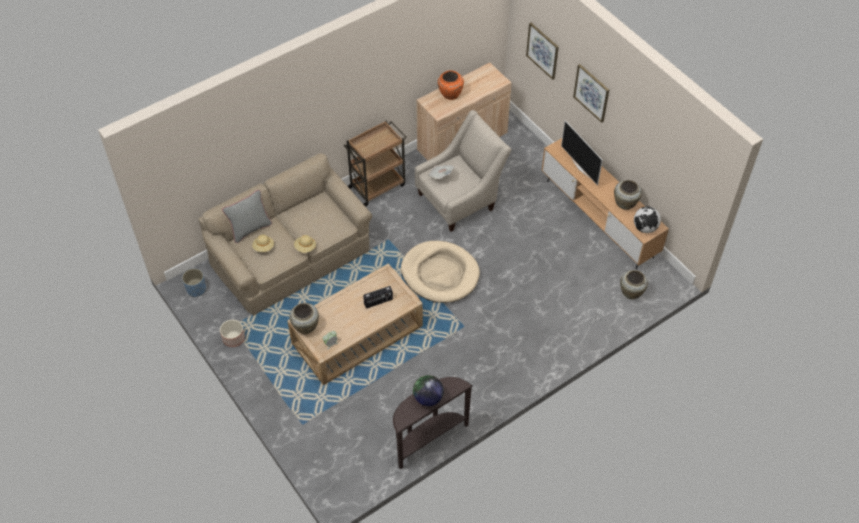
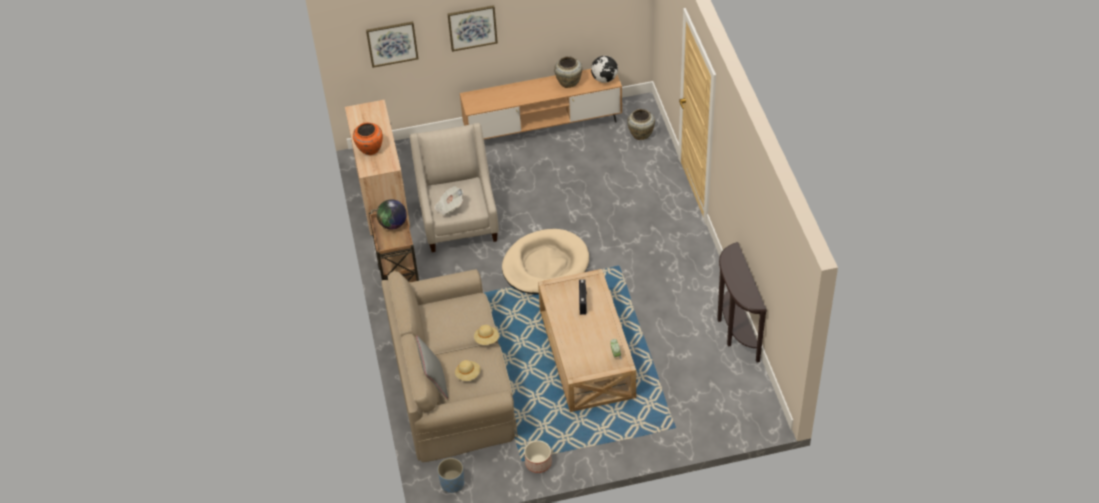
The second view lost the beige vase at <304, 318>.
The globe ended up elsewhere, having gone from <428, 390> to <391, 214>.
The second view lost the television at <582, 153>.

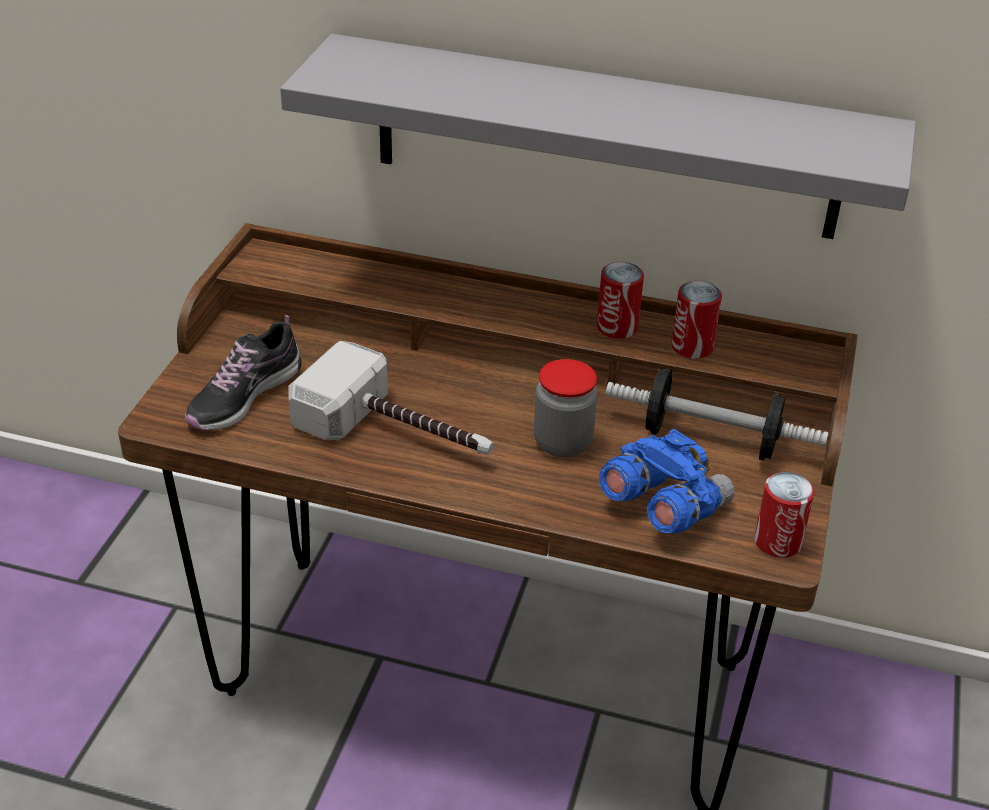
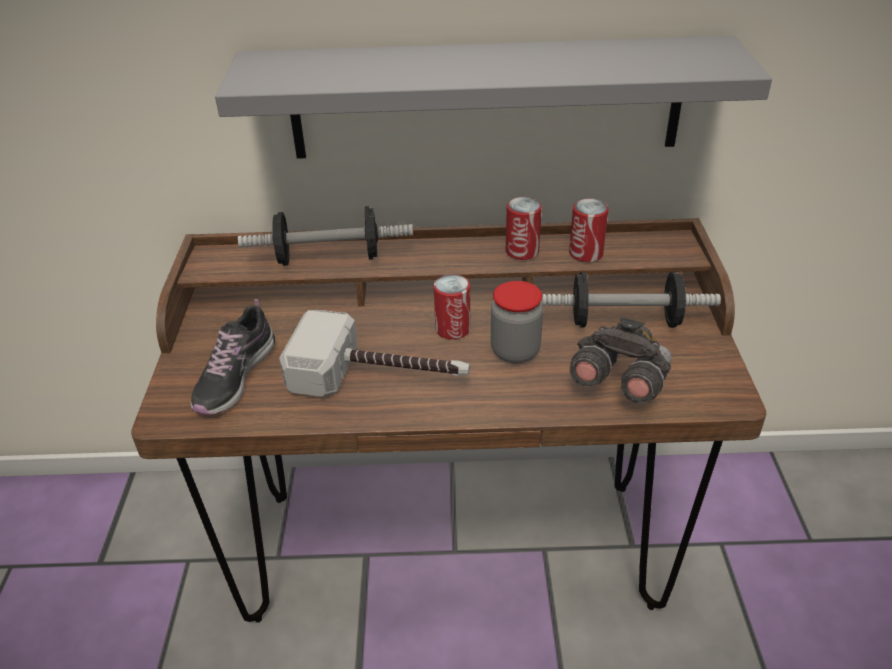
What was the blue binoculars at <667, 481> turned into the grey binoculars at <621, 360>.
The can ended up elsewhere, having gone from <784, 515> to <452, 307>.
The second view gained the dumbbell at <325, 236>.

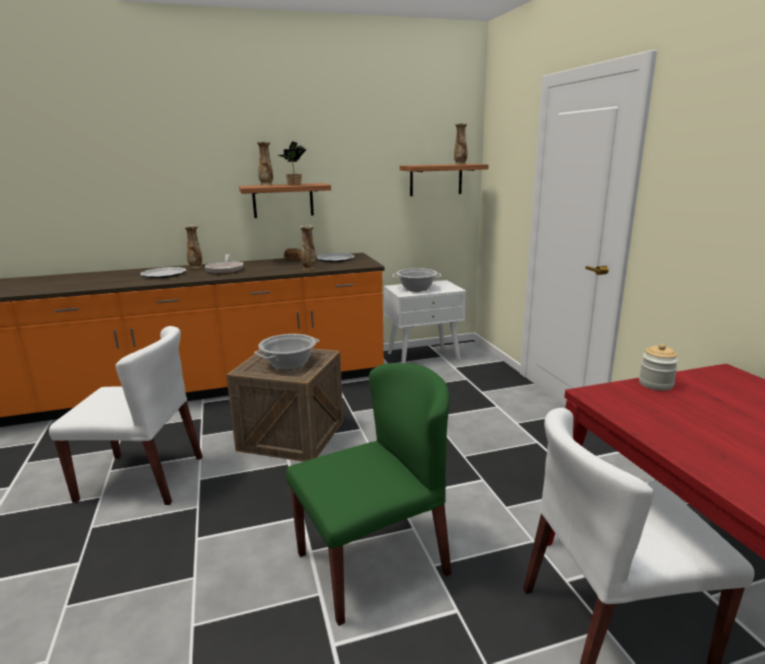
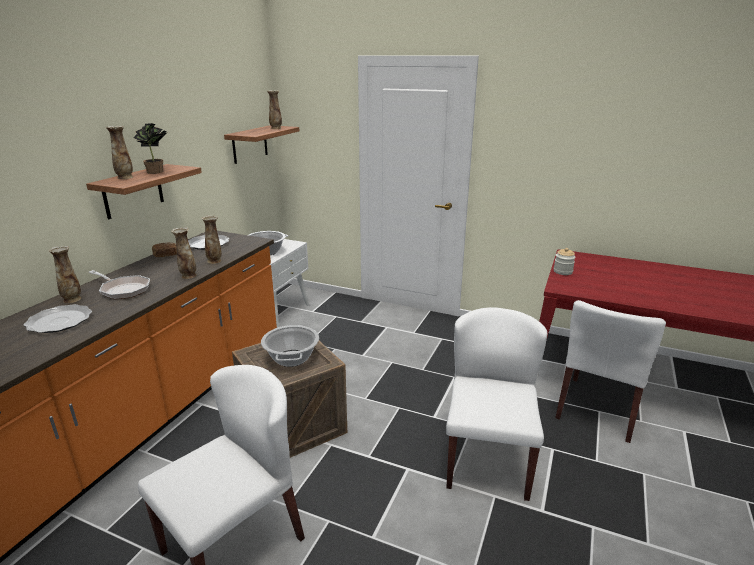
What was the green chair at <369, 494> turned into the white chair at <496, 404>.
The second view gained the vase at <184, 253>.

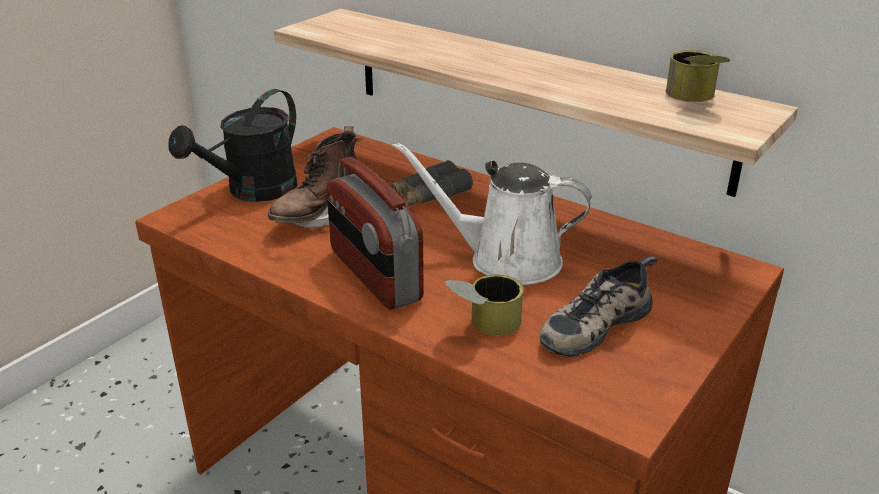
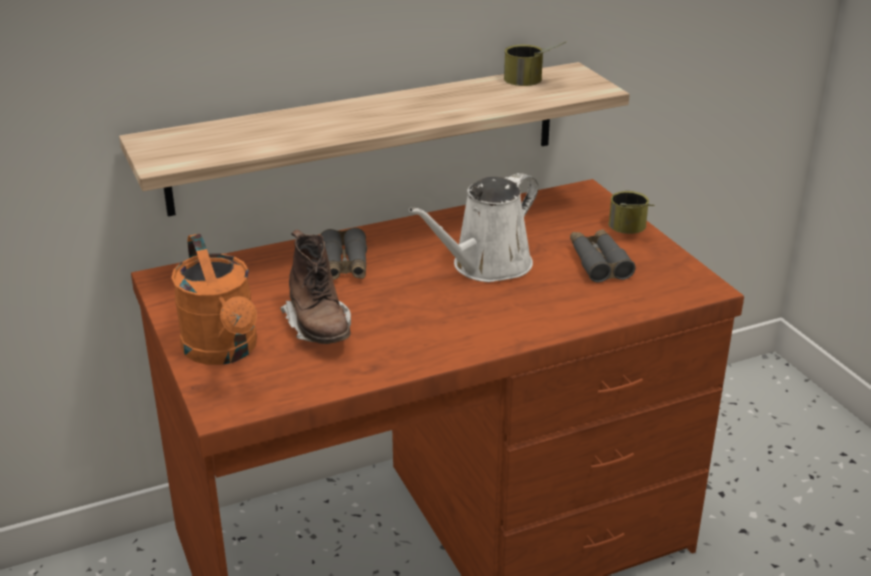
What was the black watering can at <232, 145> turned into the orange watering can at <214, 299>.
The second view lost the radio at <375, 233>.
The can ended up elsewhere, having gone from <484, 305> to <631, 212>.
Where the shoe stood at <598, 306>, the grey binoculars came to stand at <603, 256>.

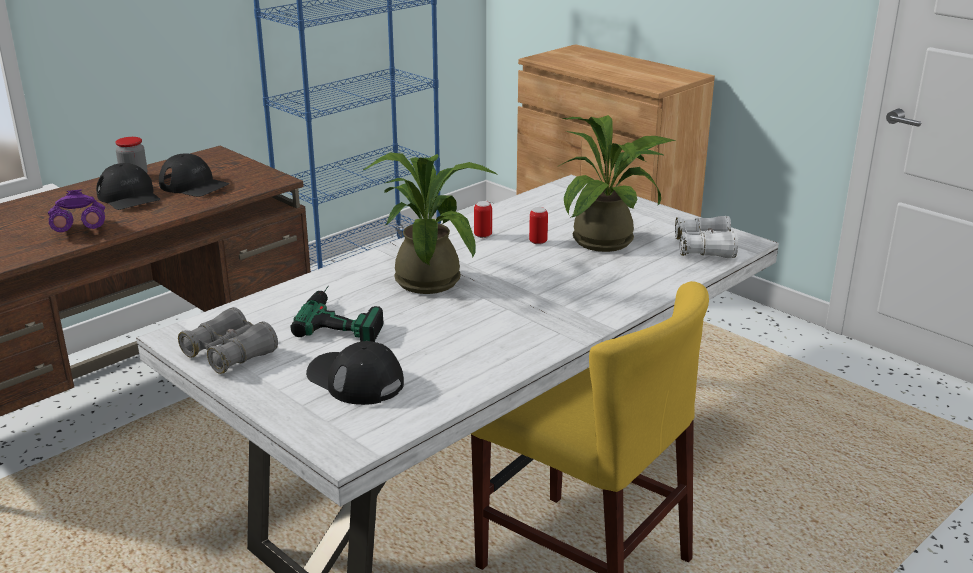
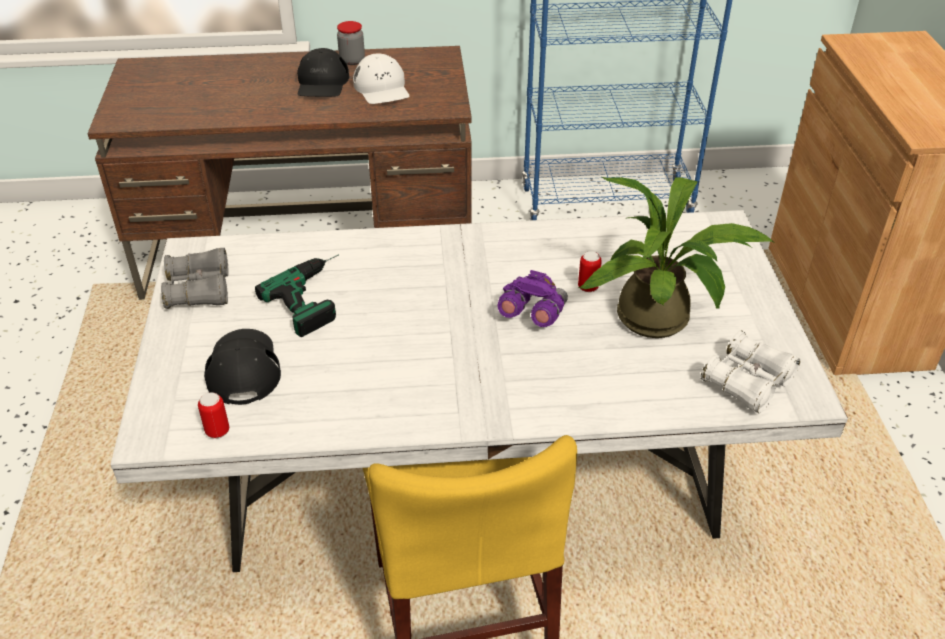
The purple binoculars ended up elsewhere, having gone from <76, 210> to <533, 298>.
What was the black cap at <194, 175> turned into the white cap at <381, 79>.
The second view lost the potted plant at <430, 223>.
The can ended up elsewhere, having gone from <483, 219> to <213, 415>.

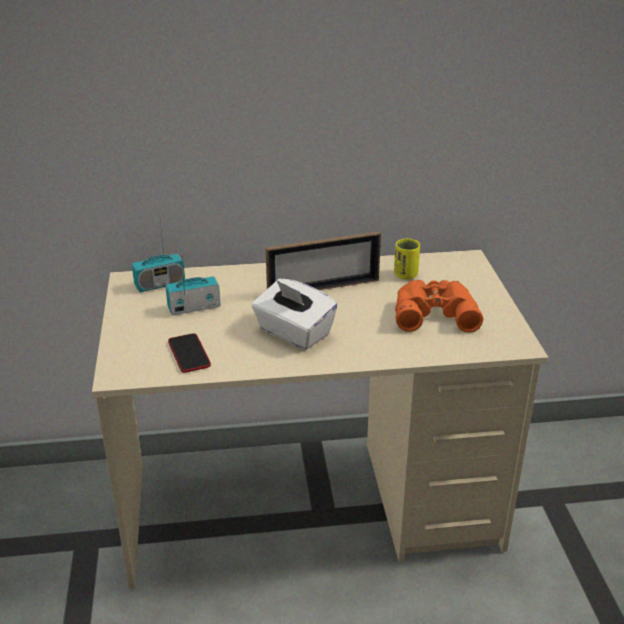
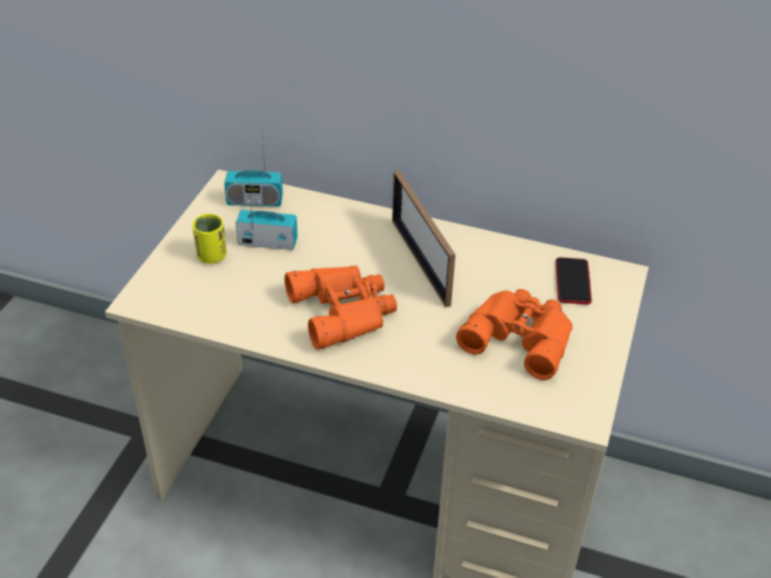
The phone ended up elsewhere, having gone from <189, 353> to <574, 280>.
Where the white tissue box stood at <294, 314>, the orange binoculars came to stand at <340, 308>.
The picture frame at <323, 260> ended up facing another way, 60 degrees clockwise from before.
The yellow cup ended up elsewhere, having gone from <407, 259> to <209, 239>.

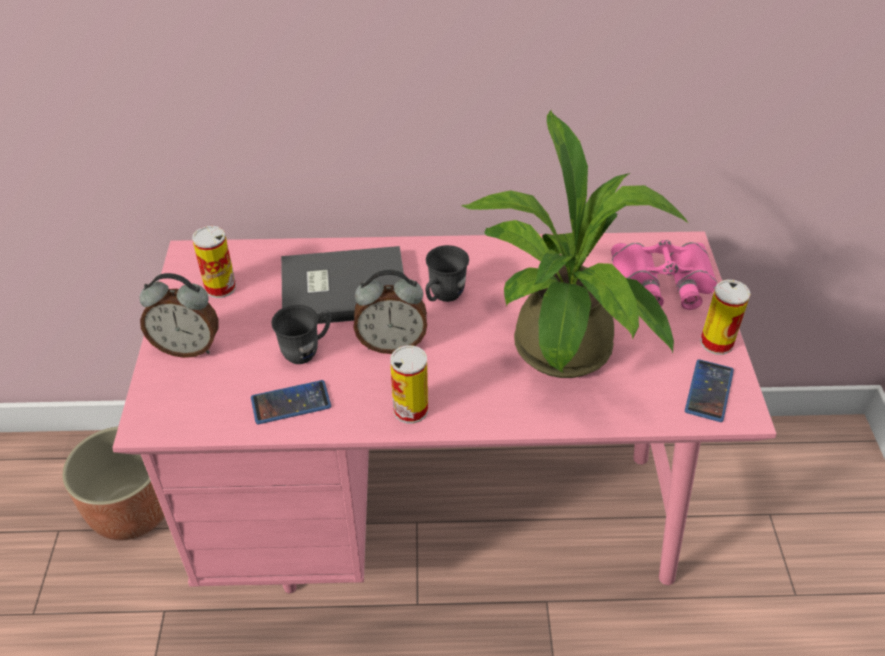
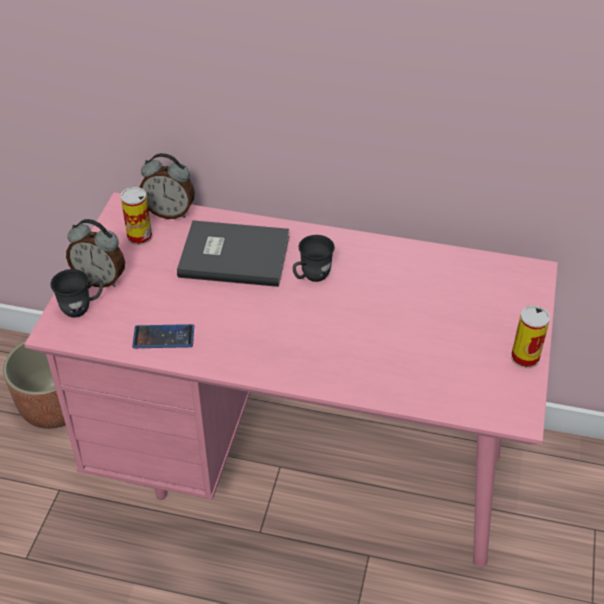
The grey mug ended up elsewhere, having gone from <301, 334> to <76, 293>.
The alarm clock ended up elsewhere, having gone from <390, 312> to <167, 186>.
The second view lost the can at <409, 384>.
The second view lost the potted plant at <574, 244>.
The second view lost the pink binoculars at <664, 275>.
The second view lost the phone at <709, 390>.

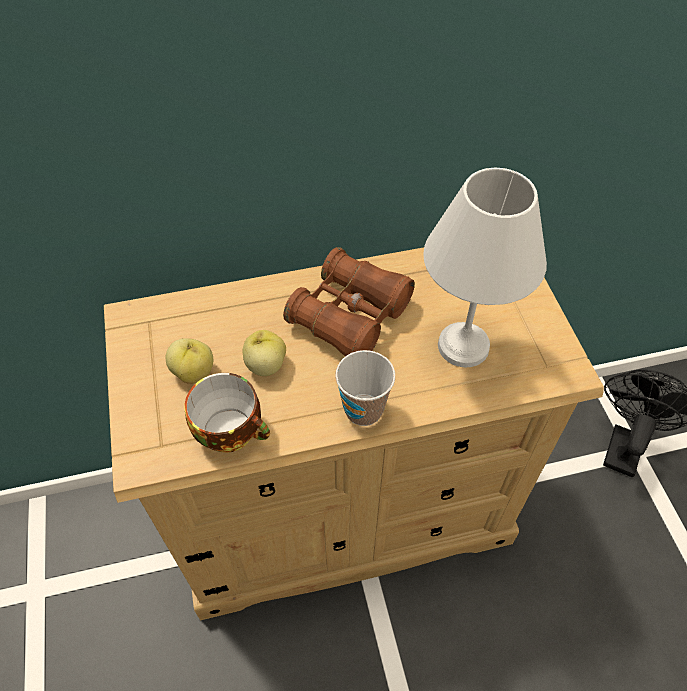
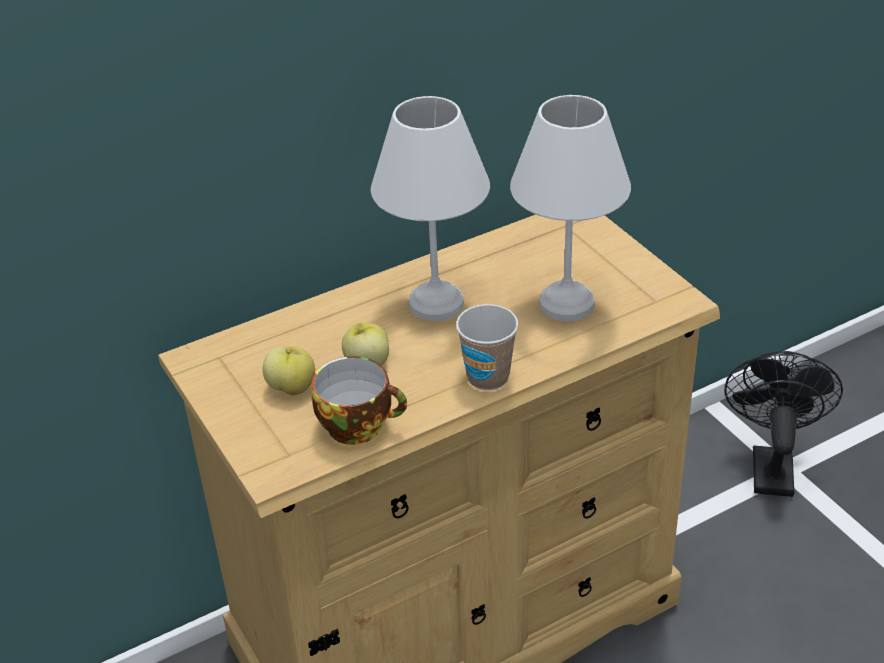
Where the brown binoculars stood at <349, 301>, the white table lamp came to stand at <430, 208>.

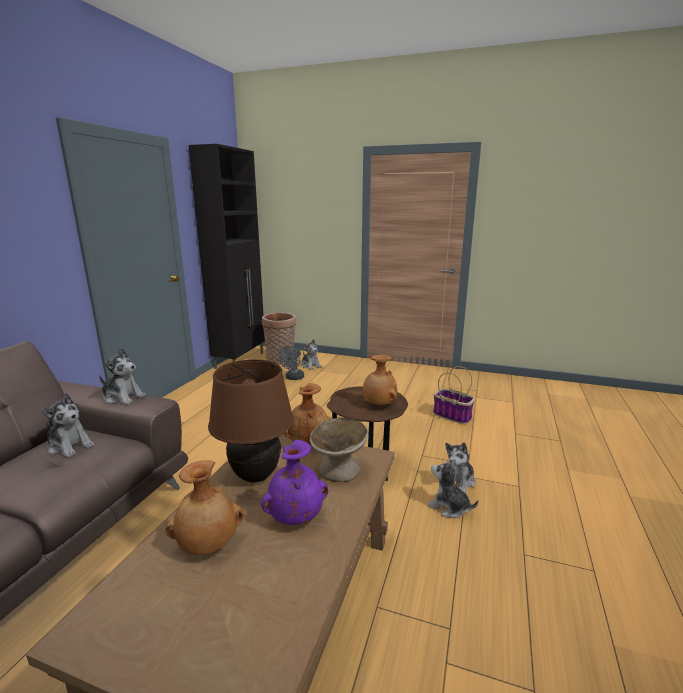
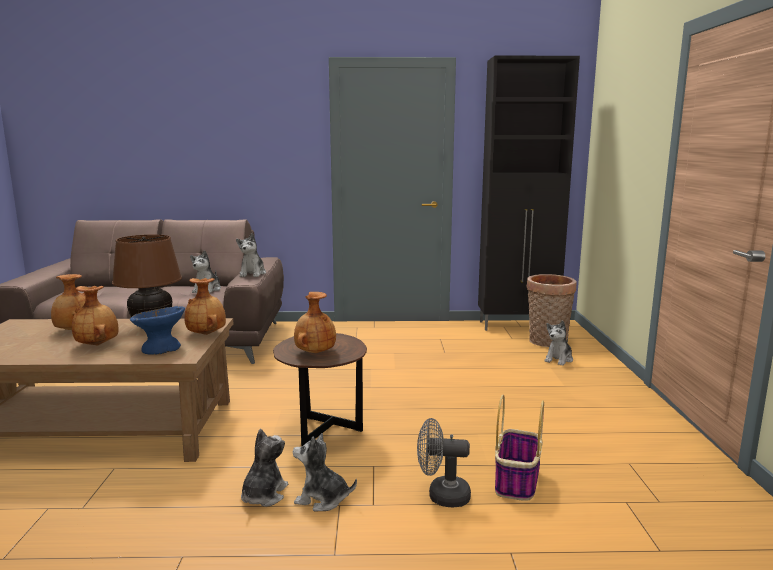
What was the purple vase at <294, 482> turned into the brown vase at <95, 316>.
The grey fan ended up elsewhere, having gone from <291, 363> to <444, 462>.
What was the beige bowl at <339, 449> turned into the blue bowl at <157, 330>.

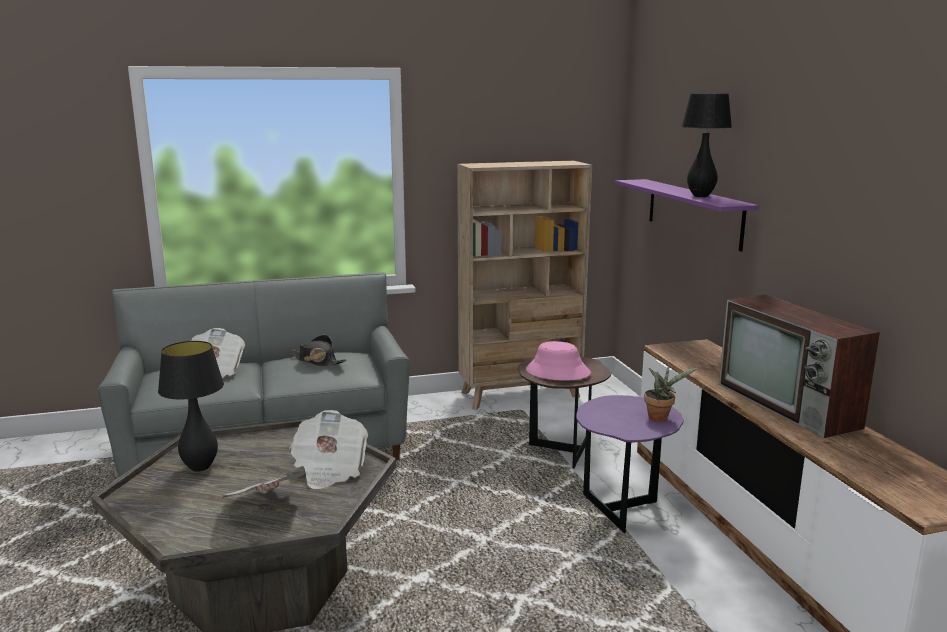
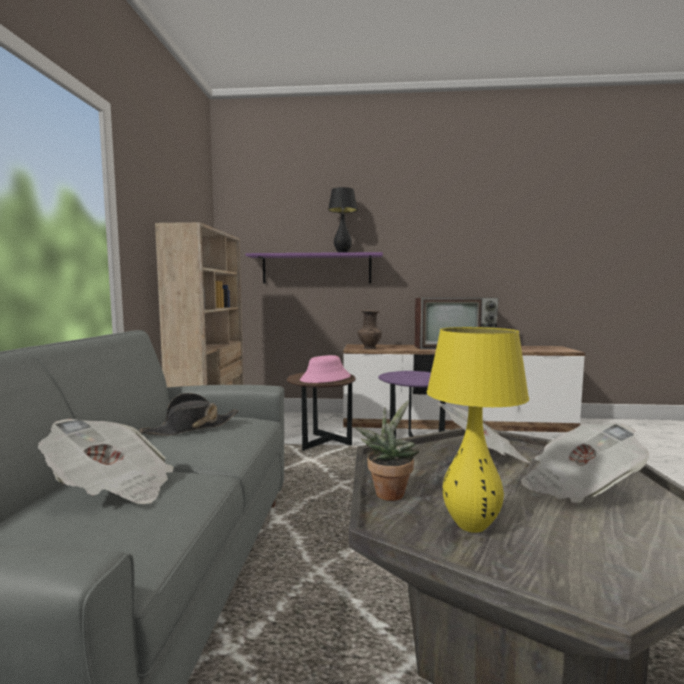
What was the black table lamp at <191, 406> turned into the yellow table lamp at <478, 430>.
The potted plant ended up elsewhere, having gone from <671, 392> to <387, 450>.
The second view gained the brown vase at <370, 329>.

